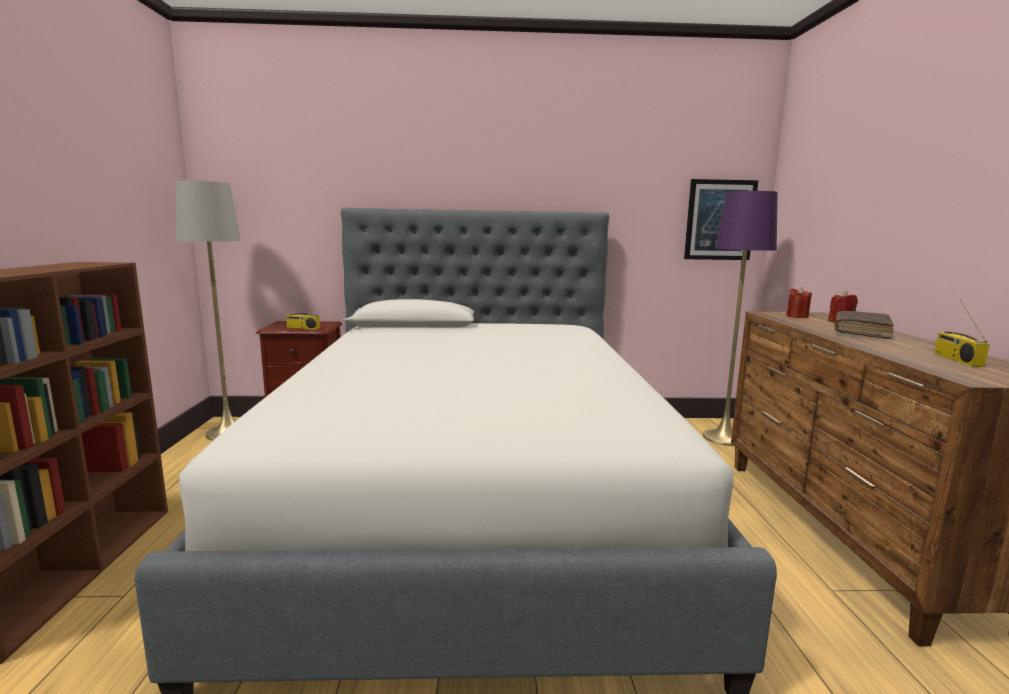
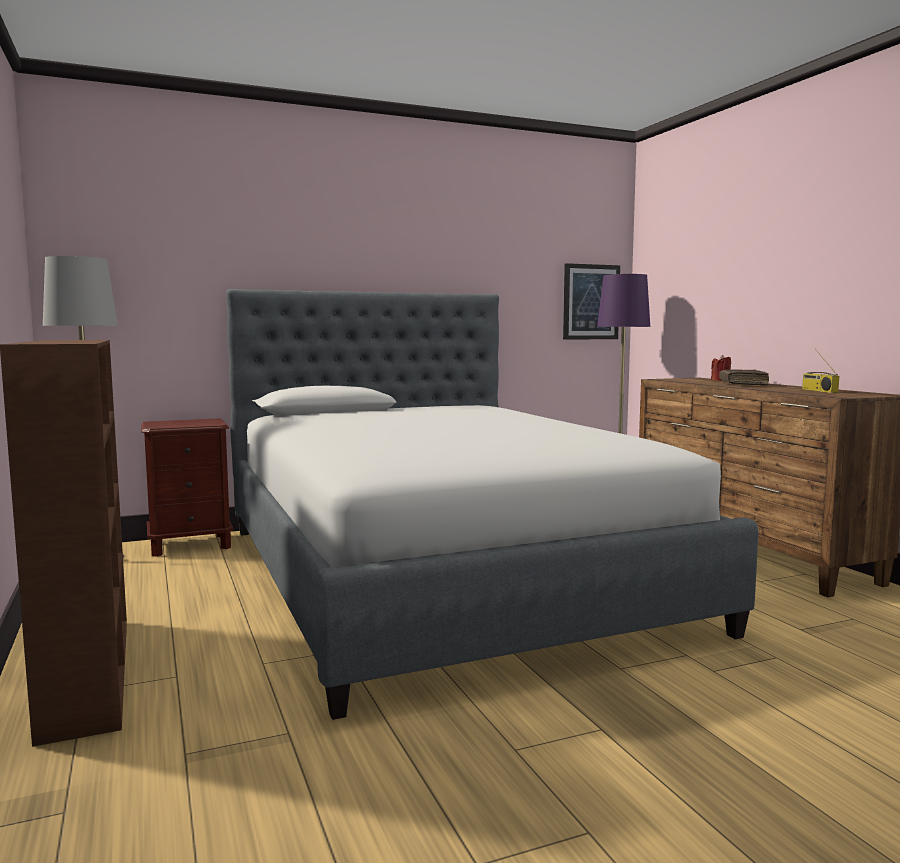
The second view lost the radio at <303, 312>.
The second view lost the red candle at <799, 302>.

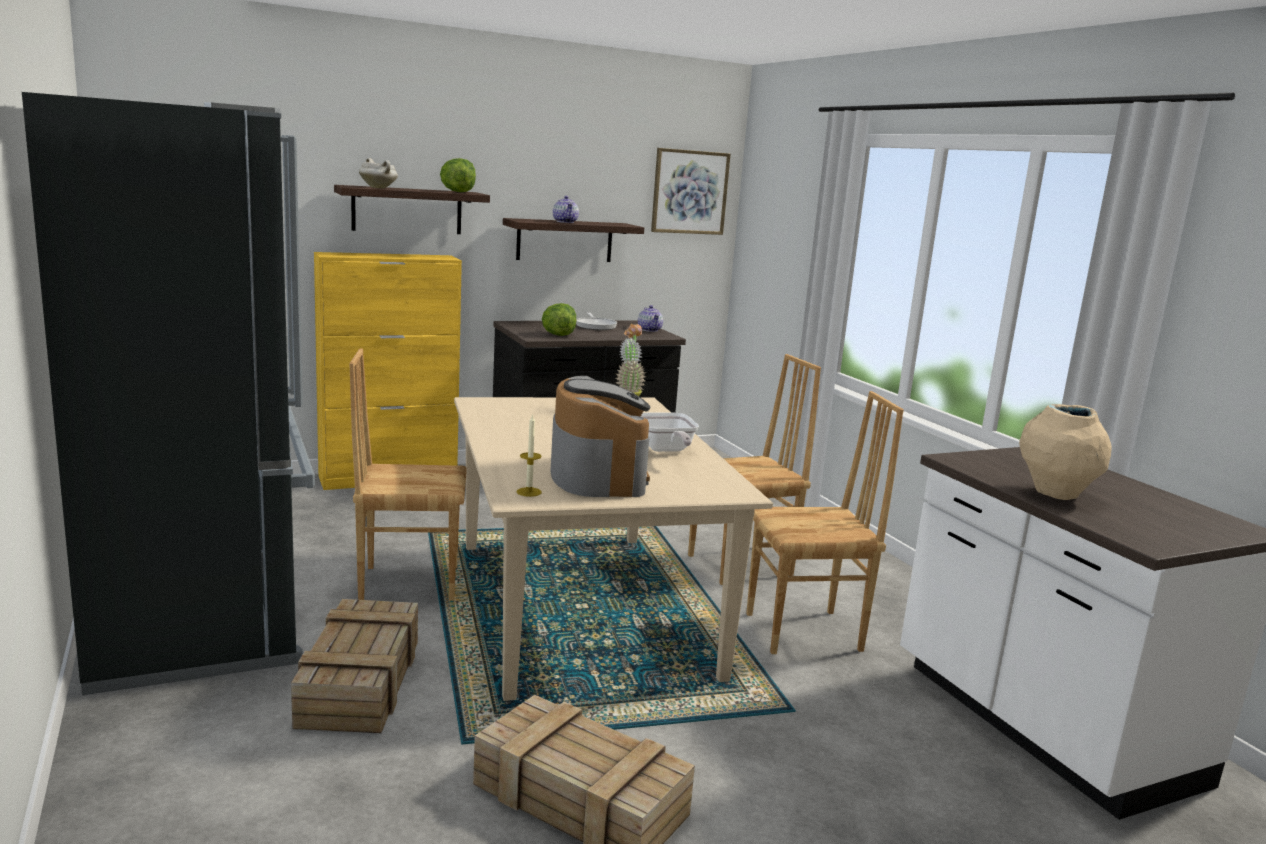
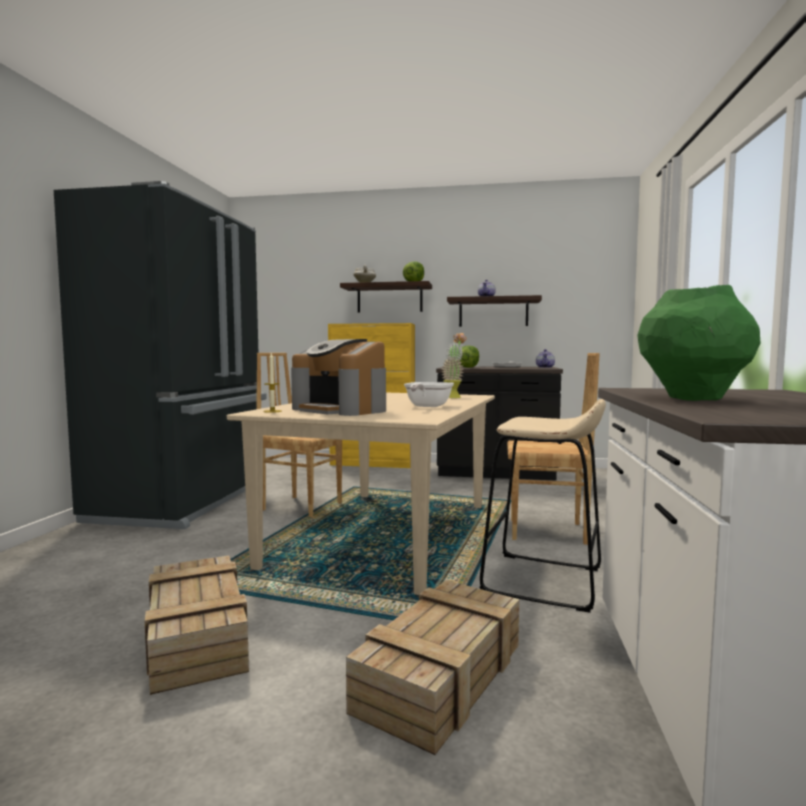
The crate ended up elsewhere, having gone from <354, 666> to <432, 667>.
The coffee machine at <600, 436> ended up facing another way, 105 degrees clockwise from before.
The second view lost the picture at <691, 191>.
Where the brown chair stood at <825, 522>, the beige stool came to stand at <542, 506>.
What was the beige vase at <1065, 452> turned into the green vase at <699, 343>.

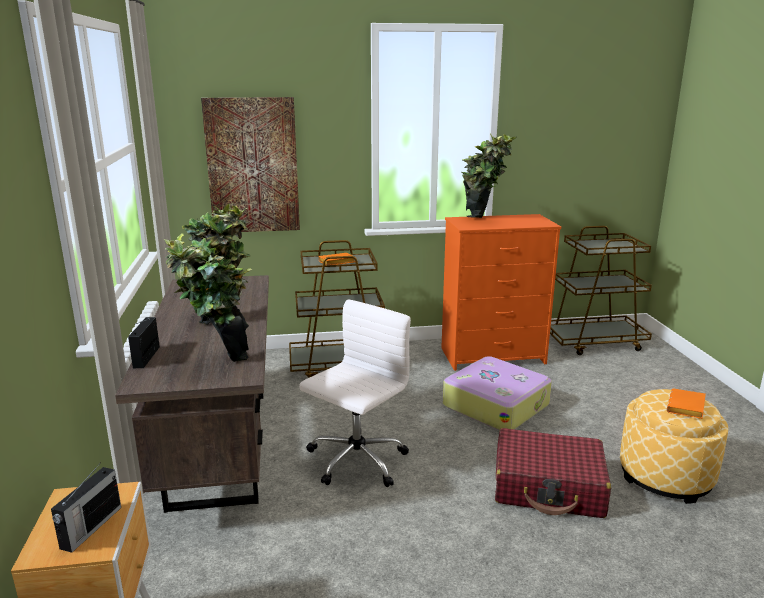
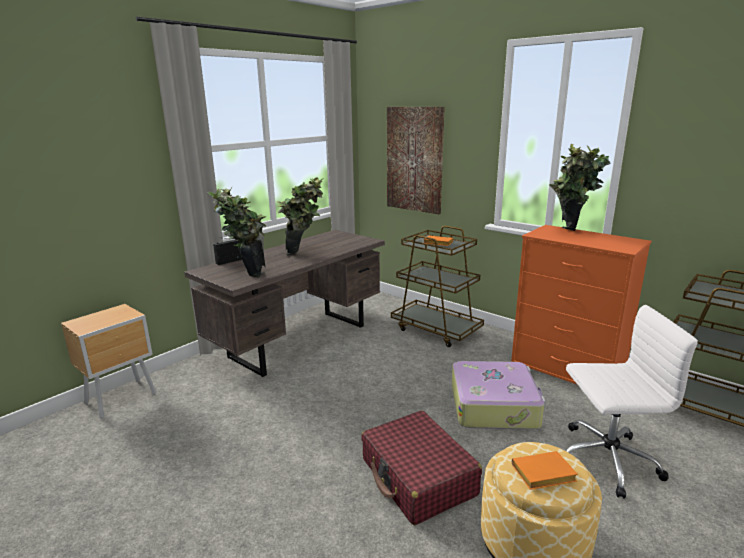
The second view lost the radio at <86, 507>.
The white office chair ended up elsewhere, having gone from <355, 393> to <632, 402>.

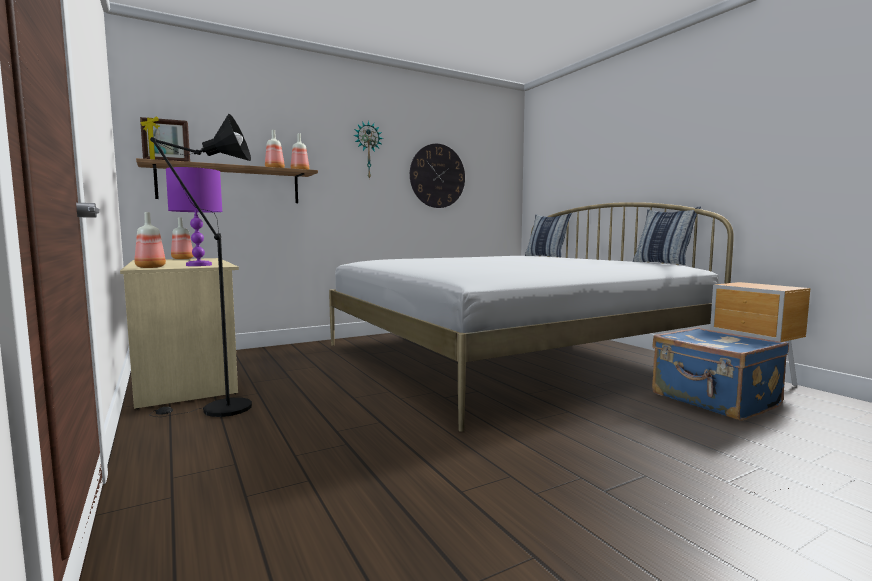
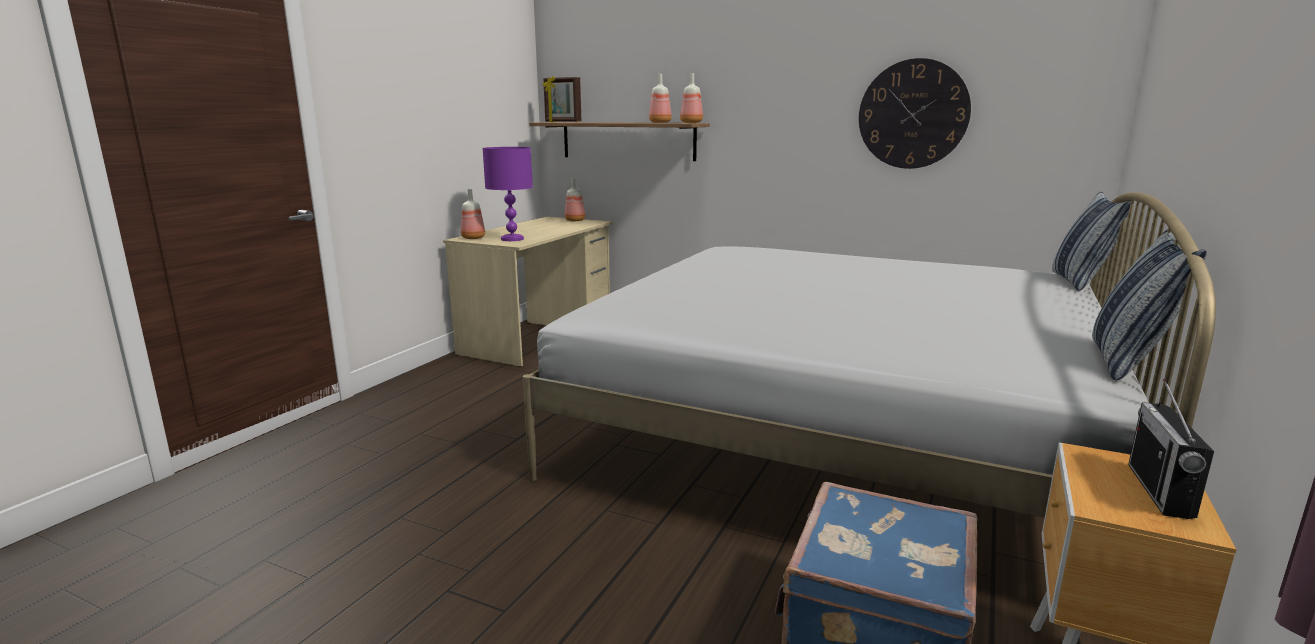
The second view lost the black floor lamp at <200, 265>.
The second view lost the wall clock at <368, 149>.
The second view gained the radio at <1171, 449>.

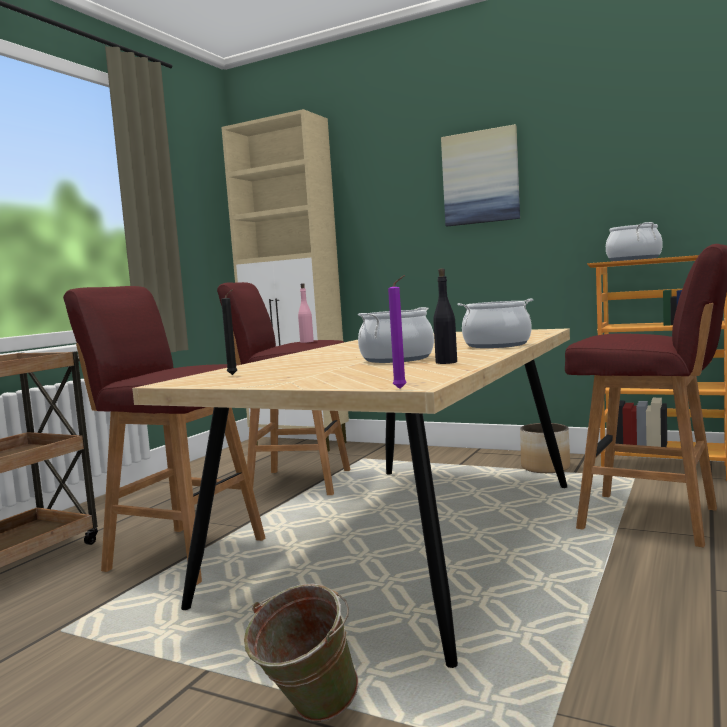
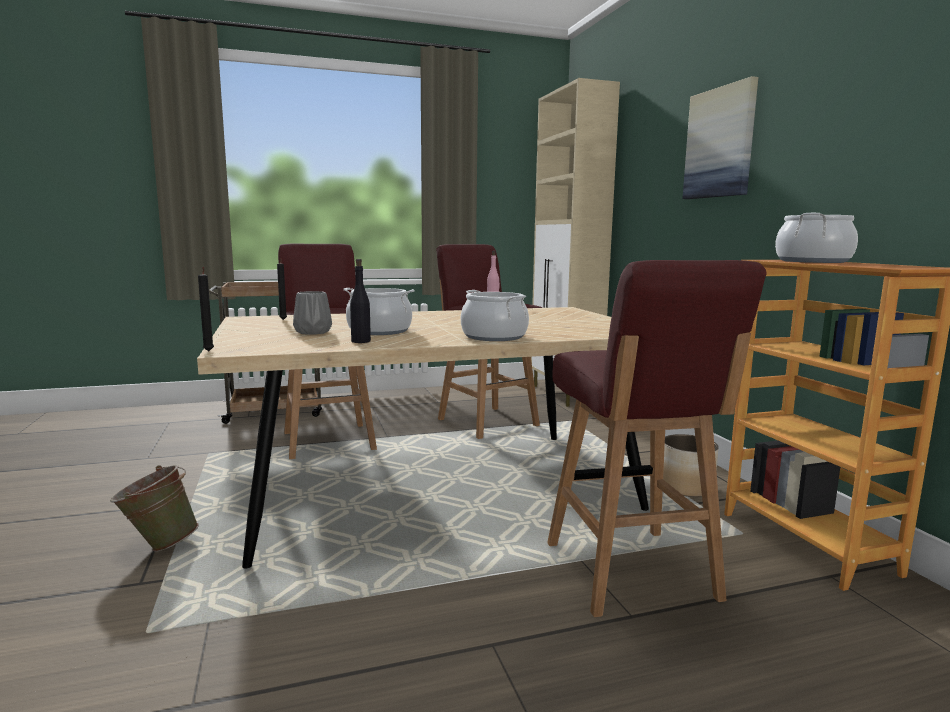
What was the purple candle at <397, 332> turned into the black candle at <206, 309>.
The second view gained the grey vase at <312, 313>.

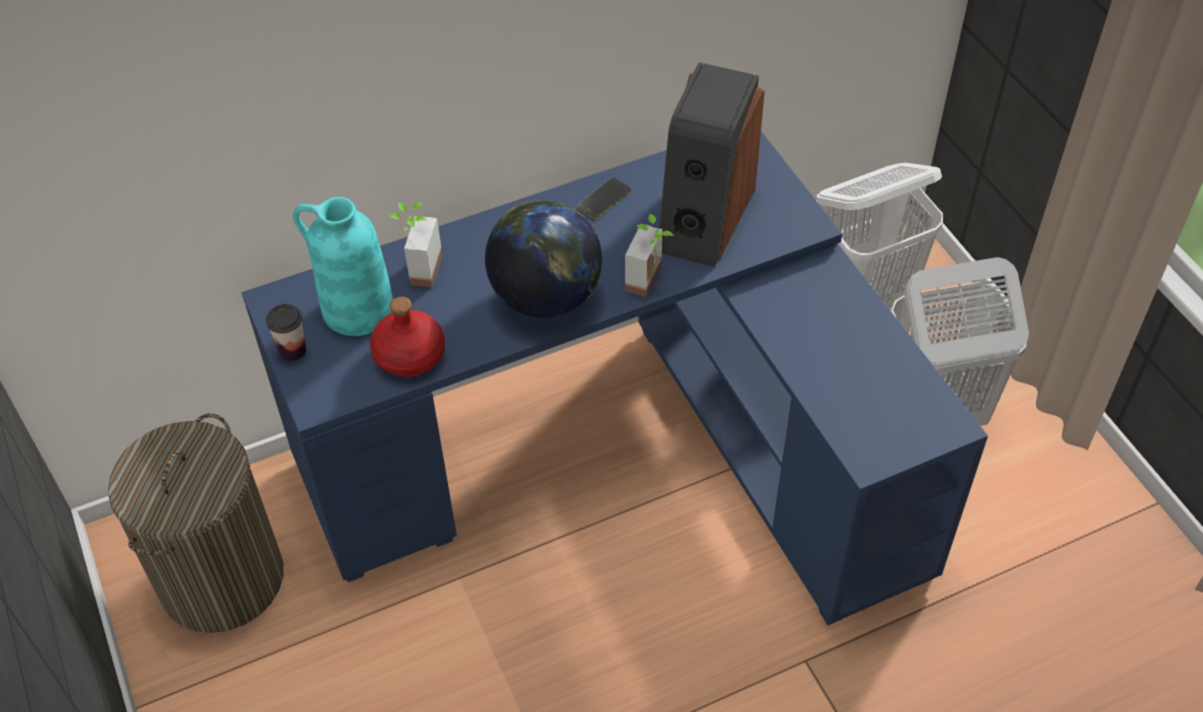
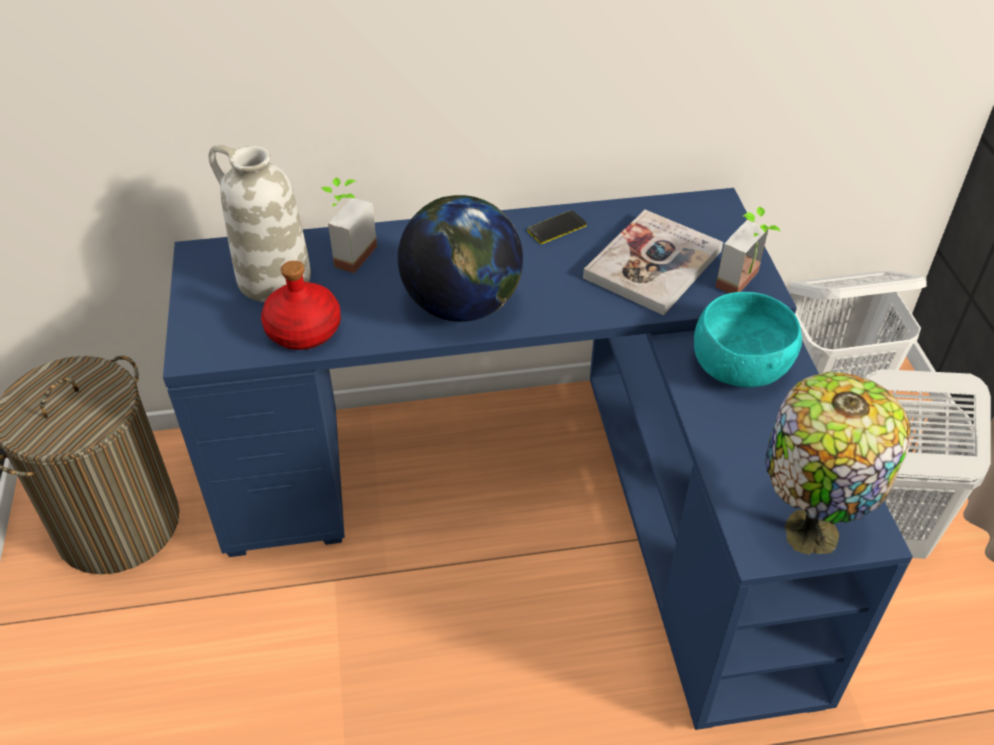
The second view lost the cup at <286, 332>.
What was the turquoise vase at <343, 266> turned into the white vase at <260, 223>.
The potted plant ended up elsewhere, having gone from <649, 255> to <748, 250>.
Where the speaker stood at <712, 164>, the book came to stand at <653, 262>.
The second view gained the turquoise bowl at <748, 340>.
The second view gained the table lamp at <838, 463>.

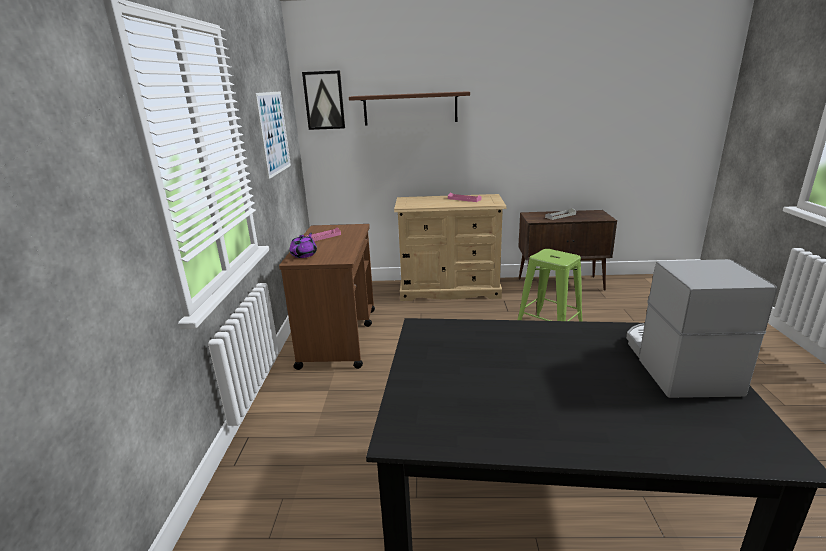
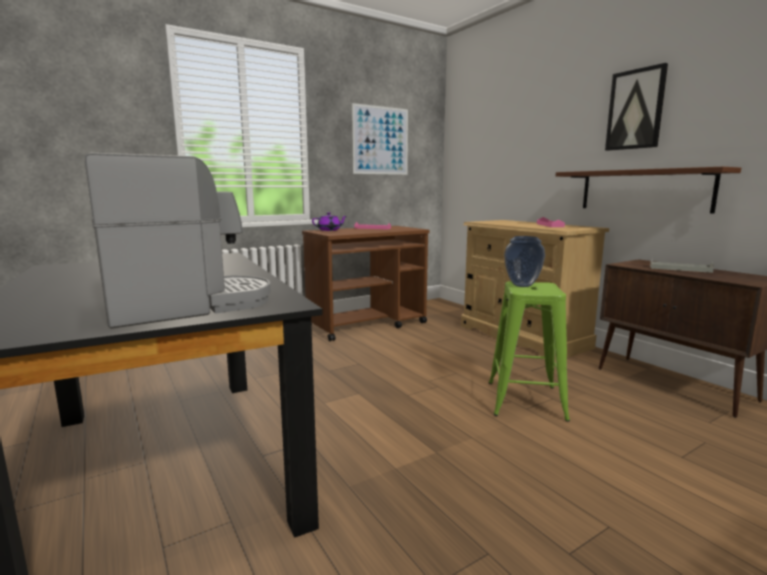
The picture ended up elsewhere, having gone from <323, 100> to <636, 107>.
The brown shelf ended up elsewhere, having gone from <409, 108> to <648, 190>.
The second view gained the vase at <524, 261>.

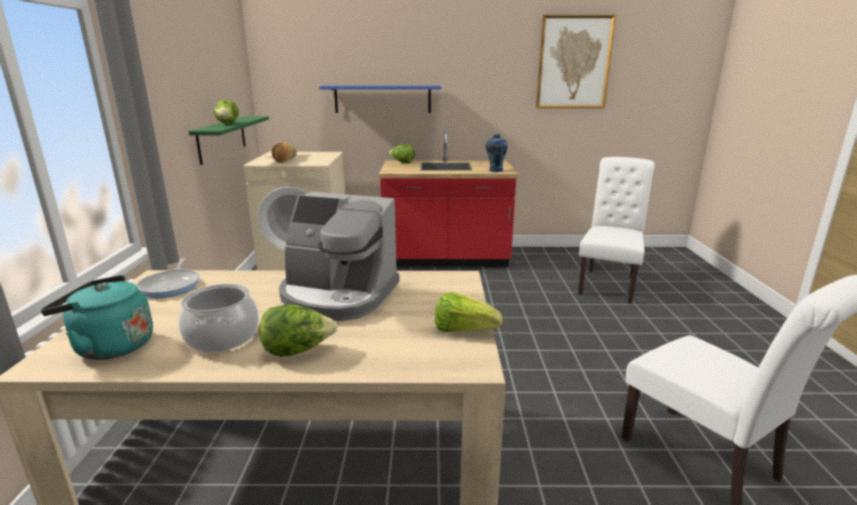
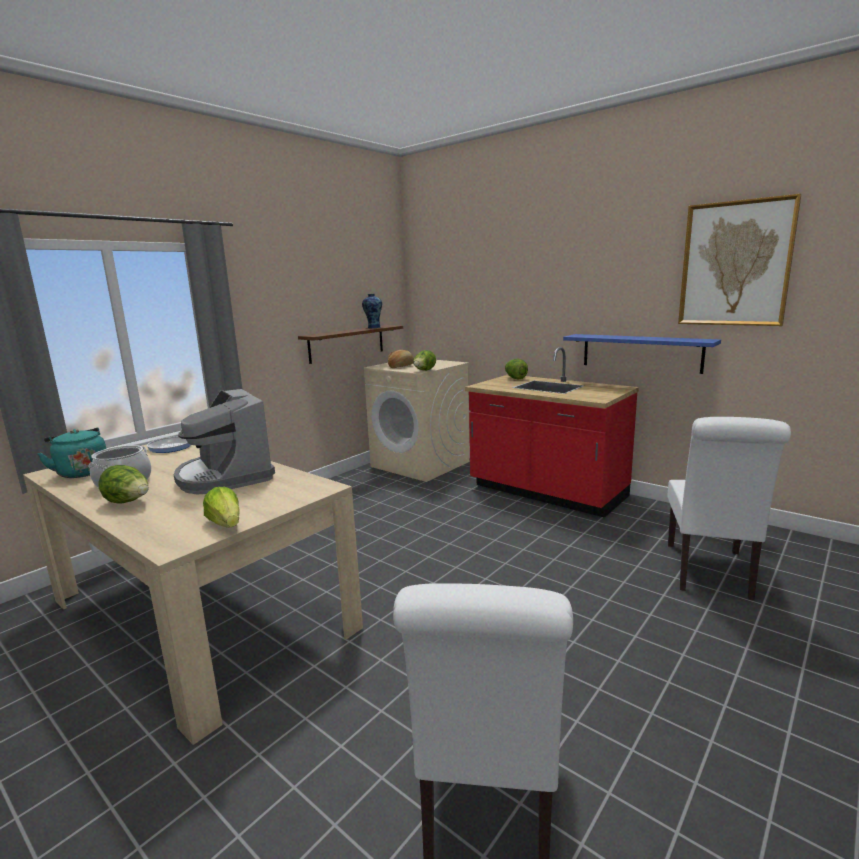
What was the green shelf at <229, 140> turned into the brown shelf at <350, 344>.
The lettuce ended up elsewhere, having gone from <226, 111> to <424, 360>.
The blue shelf ended up elsewhere, having gone from <380, 99> to <642, 354>.
The vase ended up elsewhere, having gone from <497, 153> to <372, 311>.
The white chair at <616, 230> ended up facing another way, 135 degrees clockwise from before.

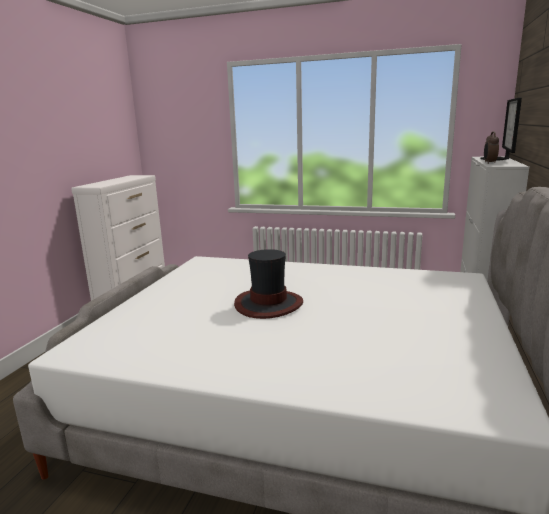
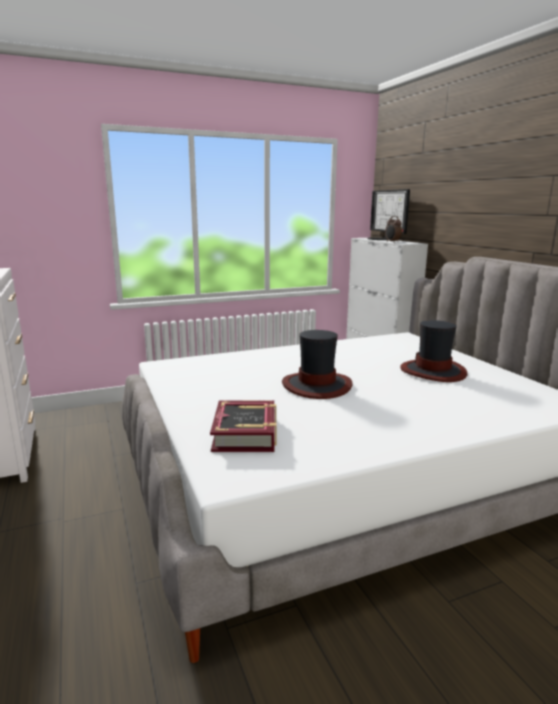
The second view gained the book at <243, 426>.
The second view gained the hat at <433, 351>.

